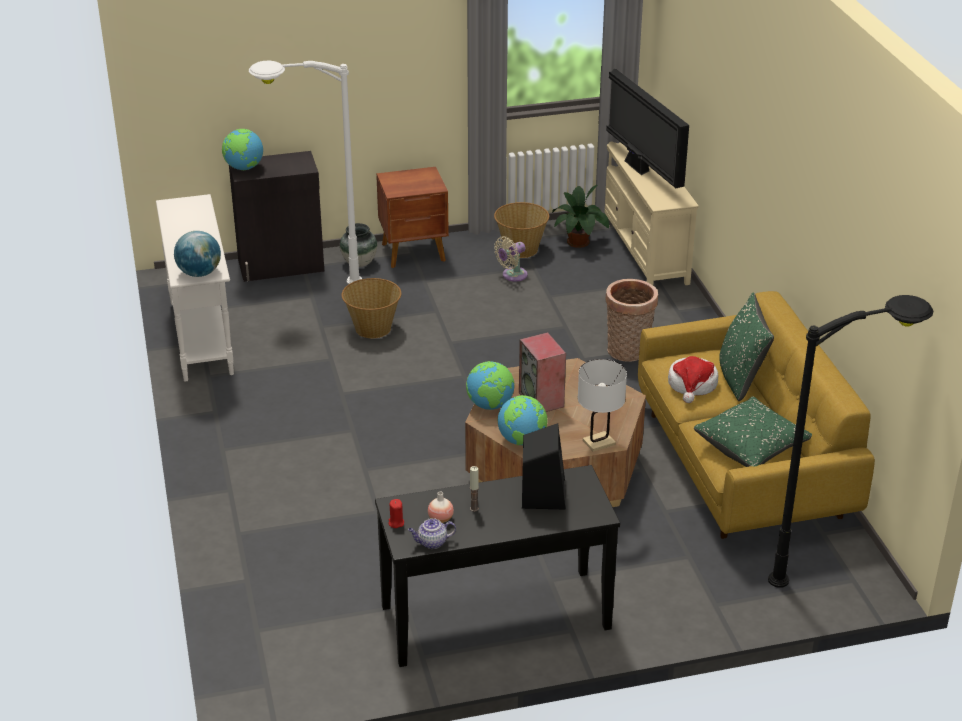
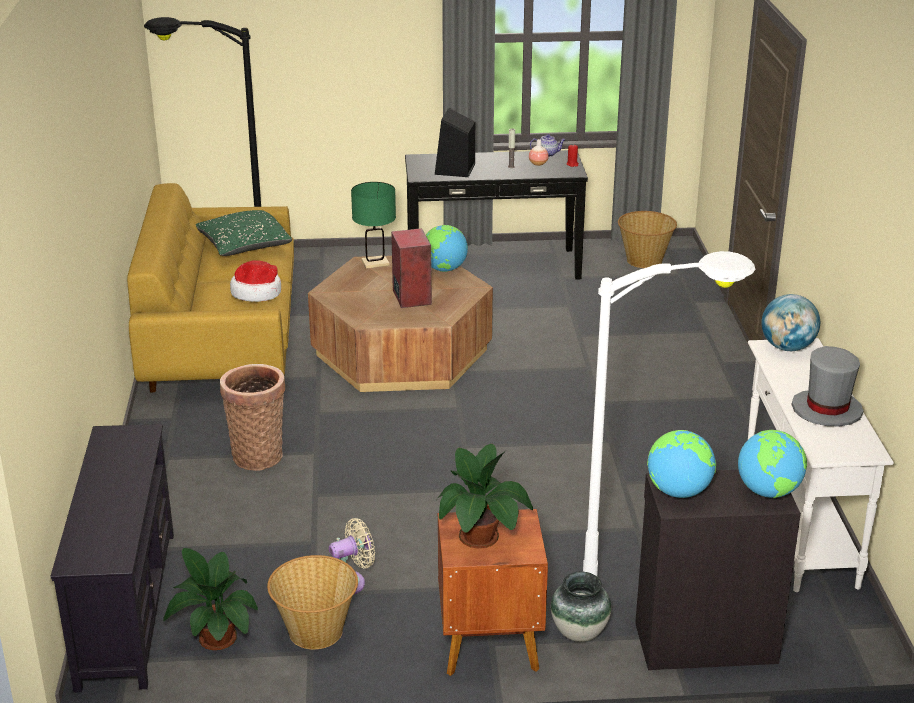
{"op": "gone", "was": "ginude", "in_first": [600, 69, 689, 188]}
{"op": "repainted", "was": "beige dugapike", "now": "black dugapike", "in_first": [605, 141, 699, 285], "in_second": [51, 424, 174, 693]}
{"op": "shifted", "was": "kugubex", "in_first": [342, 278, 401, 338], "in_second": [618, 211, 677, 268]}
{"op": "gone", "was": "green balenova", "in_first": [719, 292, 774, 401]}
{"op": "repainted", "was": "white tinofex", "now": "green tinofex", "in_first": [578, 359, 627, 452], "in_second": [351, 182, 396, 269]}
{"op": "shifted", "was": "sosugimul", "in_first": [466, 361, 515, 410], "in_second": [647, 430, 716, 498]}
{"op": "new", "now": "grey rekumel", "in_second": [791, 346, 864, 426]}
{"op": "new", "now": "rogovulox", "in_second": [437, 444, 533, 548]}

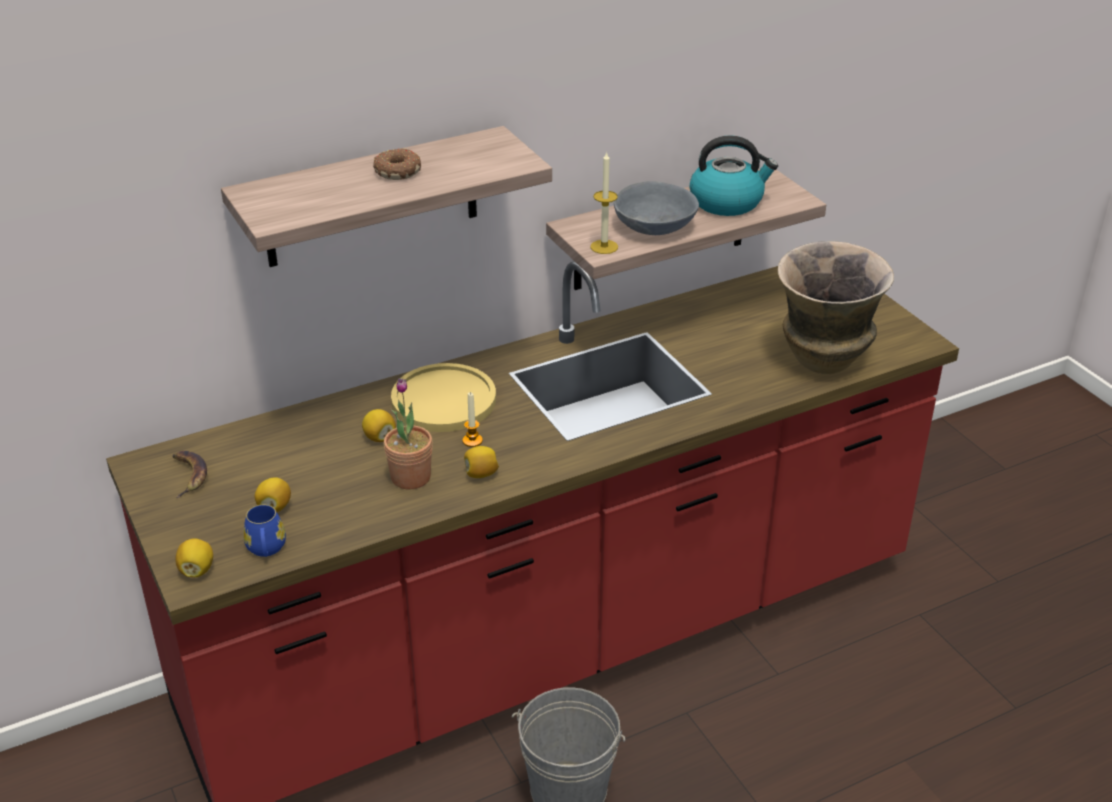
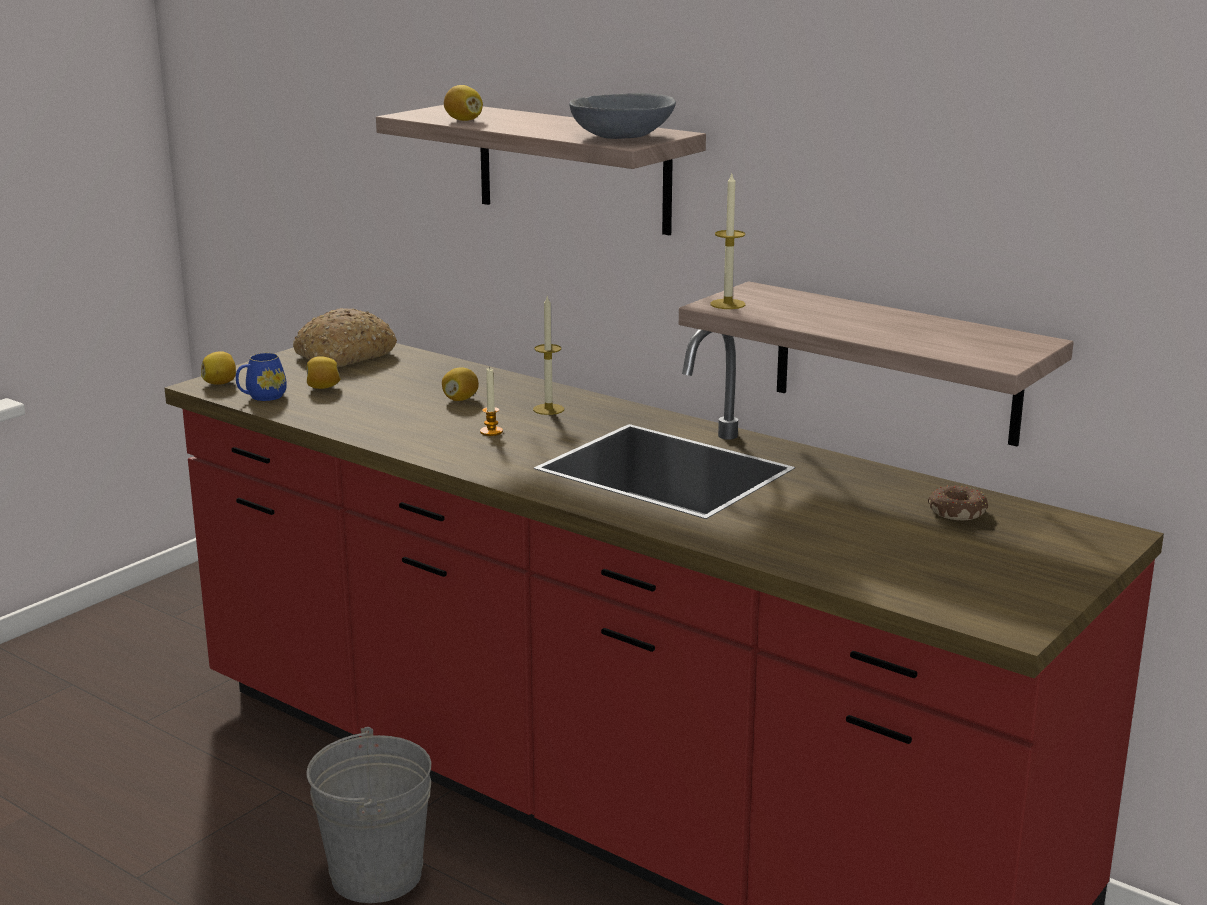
{"op": "gone", "was": "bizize", "in_first": [690, 135, 778, 216]}
{"op": "shifted", "was": "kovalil", "in_first": [373, 148, 421, 180], "in_second": [928, 485, 988, 520]}
{"op": "shifted", "was": "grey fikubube", "in_first": [614, 181, 699, 235], "in_second": [569, 93, 676, 139]}
{"op": "gone", "was": "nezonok", "in_first": [778, 241, 894, 374]}
{"op": "swapped", "was": "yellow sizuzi", "now": "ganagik", "in_first": [391, 363, 496, 432], "in_second": [533, 296, 564, 415]}
{"op": "gone", "was": "rogovulox", "in_first": [384, 378, 433, 489]}
{"op": "shifted", "was": "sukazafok", "in_first": [464, 446, 499, 478], "in_second": [444, 85, 483, 121]}
{"op": "swapped", "was": "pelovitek", "now": "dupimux", "in_first": [172, 451, 207, 498], "in_second": [293, 308, 397, 367]}

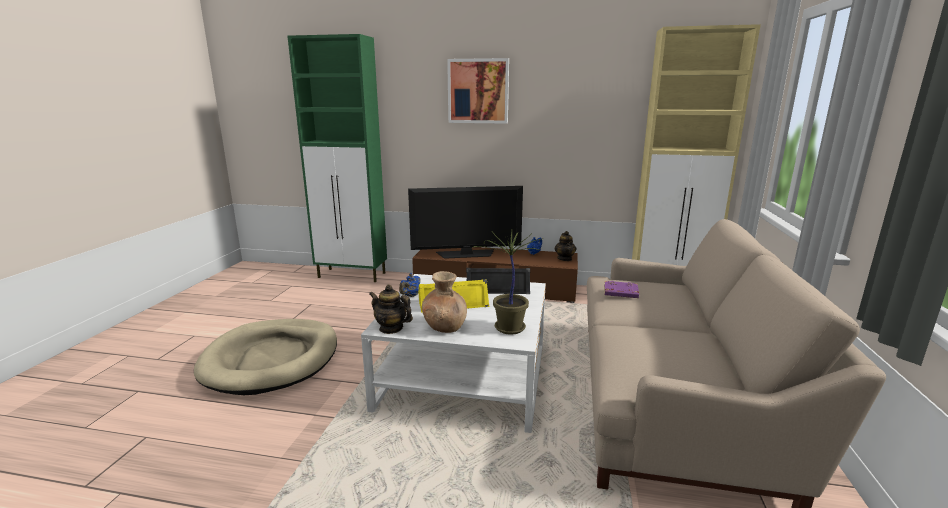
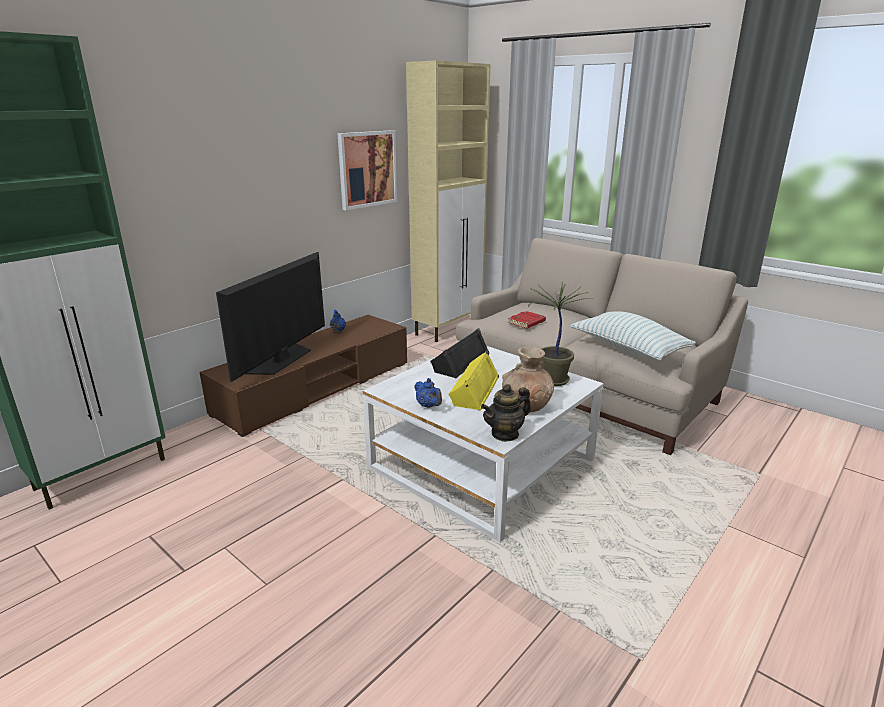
{"op": "shifted", "was": "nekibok", "in_first": [447, 58, 509, 124], "in_second": [338, 130, 397, 210]}
{"op": "gone", "was": "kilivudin", "in_first": [554, 231, 576, 261]}
{"op": "repainted", "was": "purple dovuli", "now": "red dovuli", "in_first": [604, 281, 639, 298], "in_second": [508, 311, 546, 328]}
{"op": "gone", "was": "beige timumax", "in_first": [194, 319, 337, 395]}
{"op": "new", "now": "balenova", "in_second": [570, 311, 696, 361]}

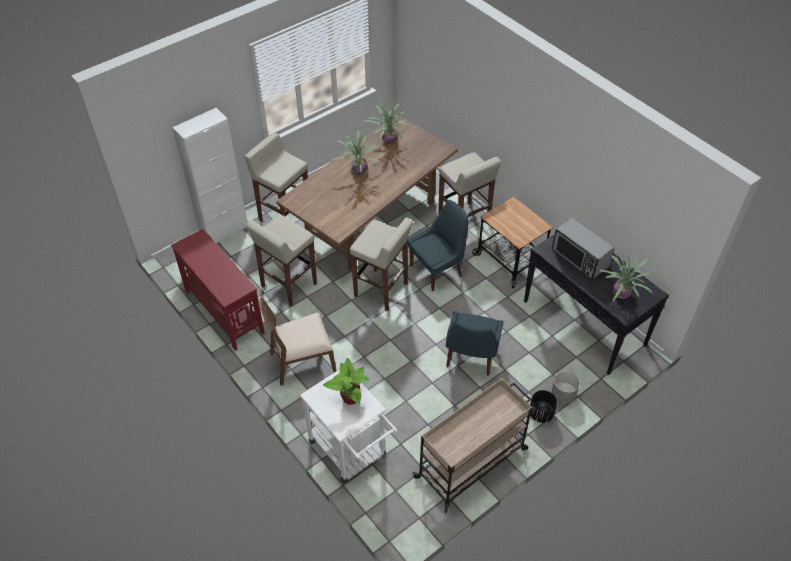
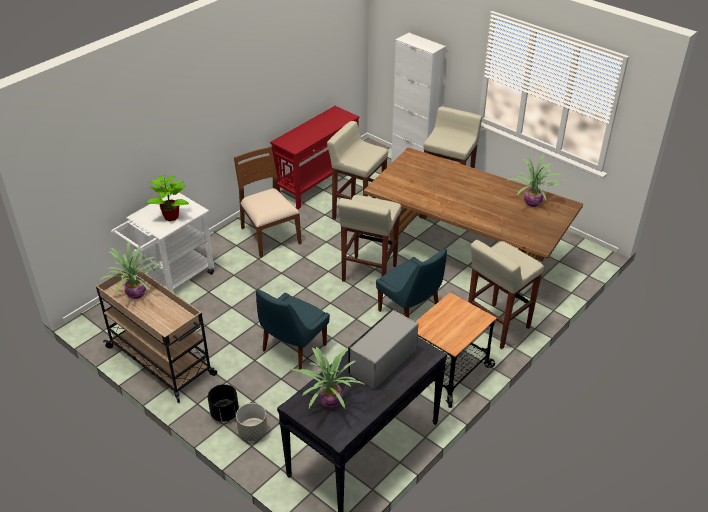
{"op": "shifted", "was": "rogovulox", "in_first": [331, 131, 380, 174], "in_second": [98, 242, 163, 299]}
{"op": "rotated", "was": "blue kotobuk", "in_first": [446, 311, 504, 376], "in_second": [256, 289, 330, 369], "clockwise": -60}

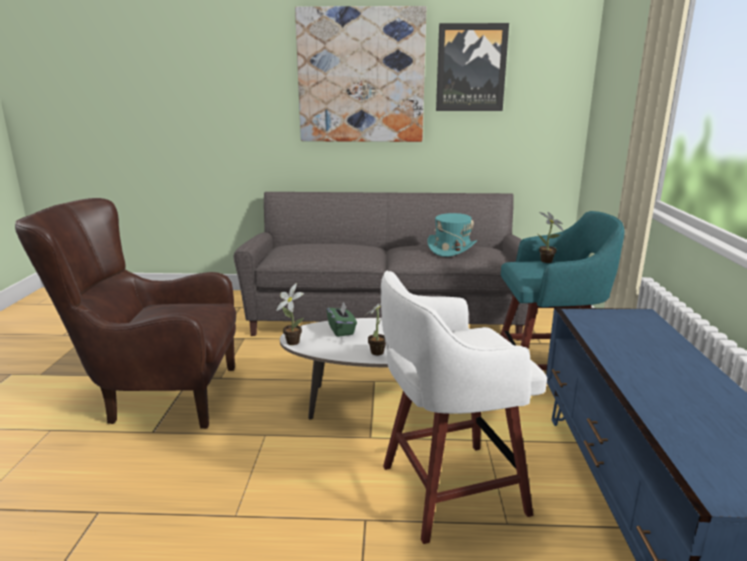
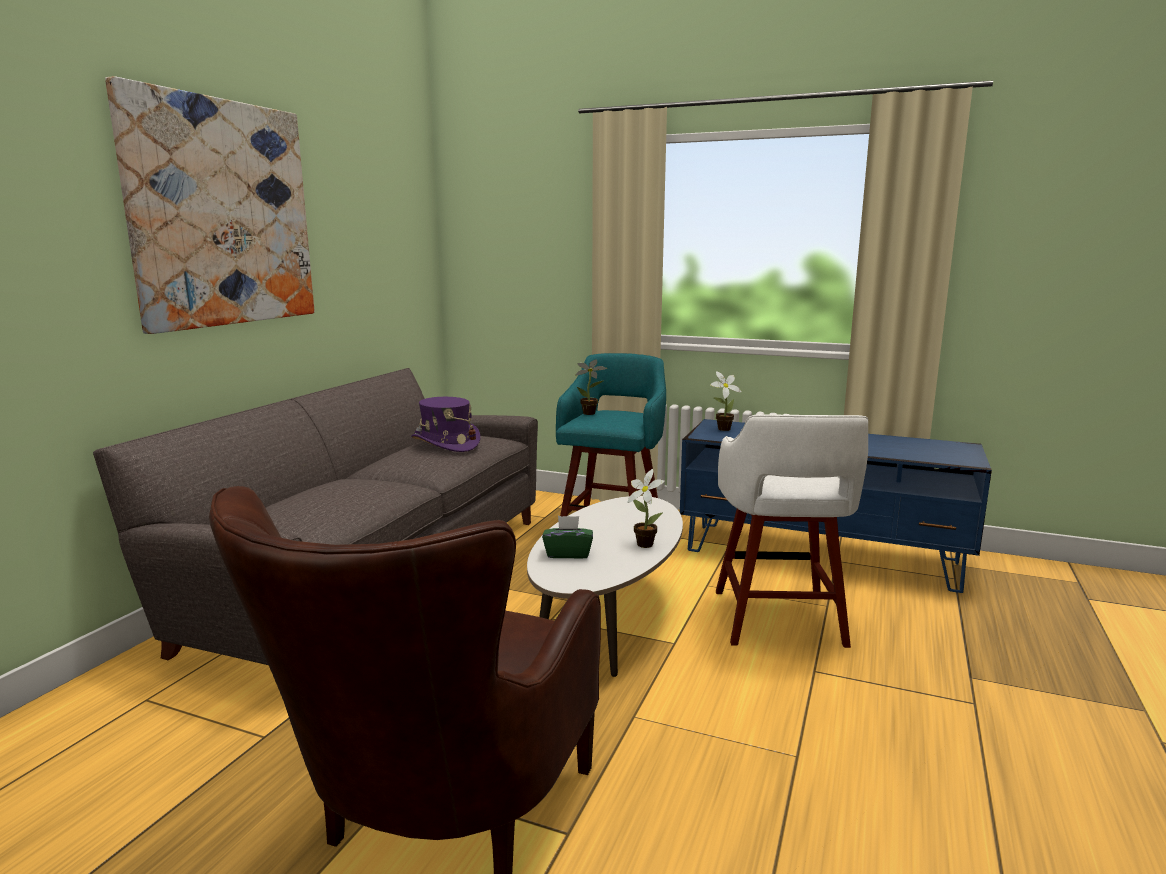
{"op": "gone", "was": "nekibok", "in_first": [436, 23, 509, 111]}
{"op": "repainted", "was": "turquoise rekumel", "now": "purple rekumel", "in_first": [427, 213, 477, 257], "in_second": [411, 397, 480, 452]}
{"op": "shifted", "was": "rogovulox", "in_first": [276, 283, 304, 345], "in_second": [710, 371, 742, 431]}

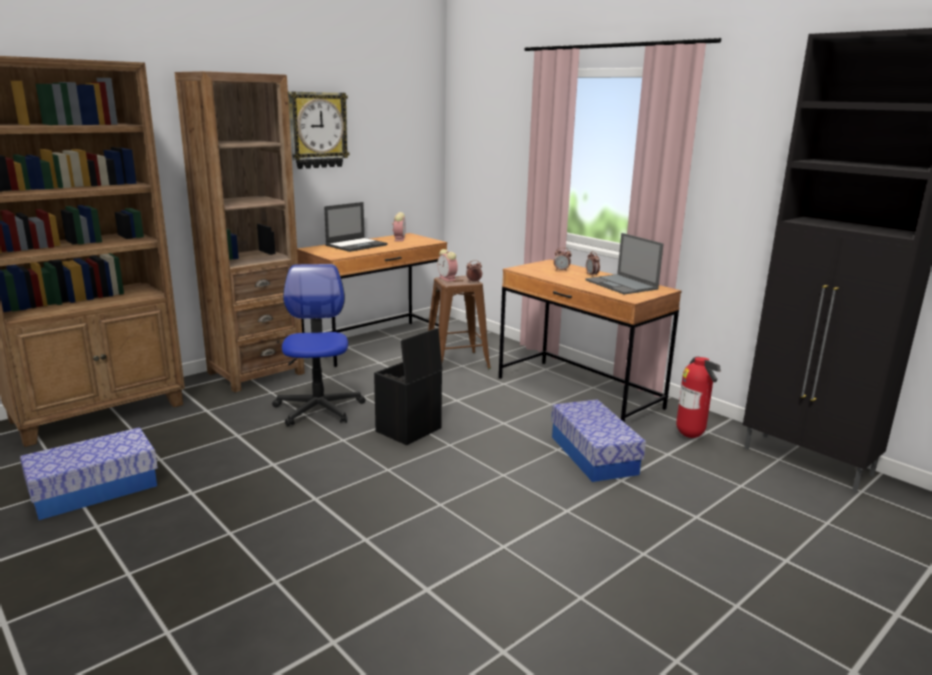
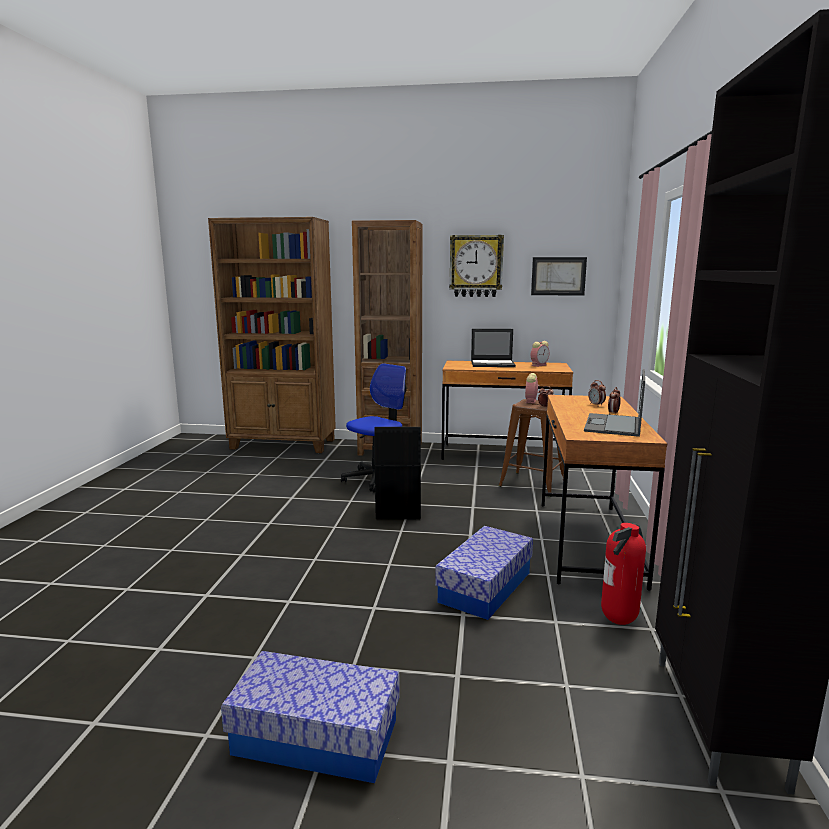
{"op": "shifted", "was": "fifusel", "in_first": [20, 427, 158, 520], "in_second": [221, 651, 400, 783]}
{"op": "new", "now": "nekibok", "in_second": [531, 257, 587, 296]}

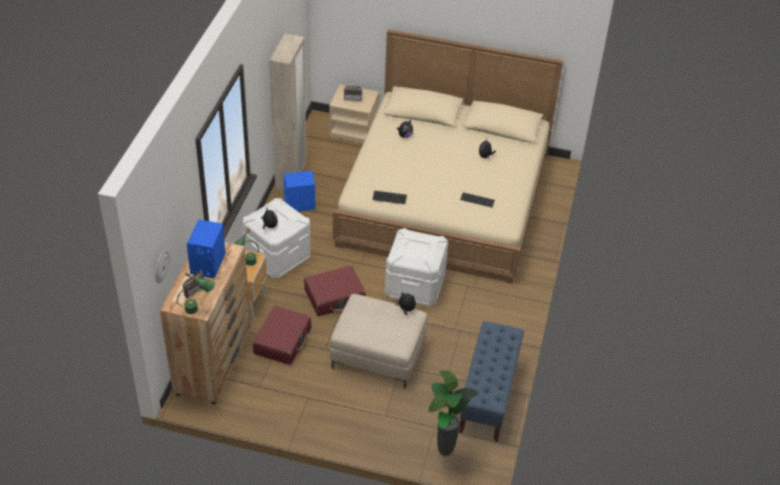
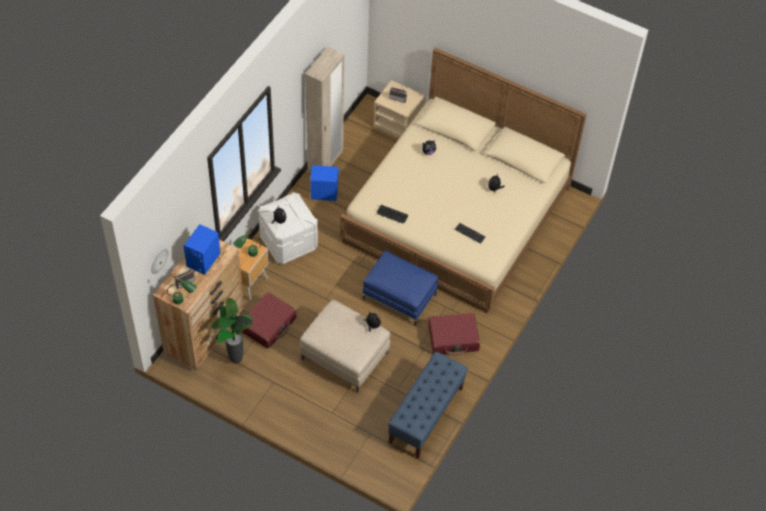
{"op": "swapped", "was": "white fifusel", "now": "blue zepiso", "in_first": [385, 228, 449, 307], "in_second": [363, 251, 438, 326]}
{"op": "shifted", "was": "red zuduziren", "in_first": [304, 265, 366, 316], "in_second": [428, 313, 480, 355]}
{"op": "shifted", "was": "rogovulox", "in_first": [428, 370, 479, 456], "in_second": [212, 298, 254, 364]}

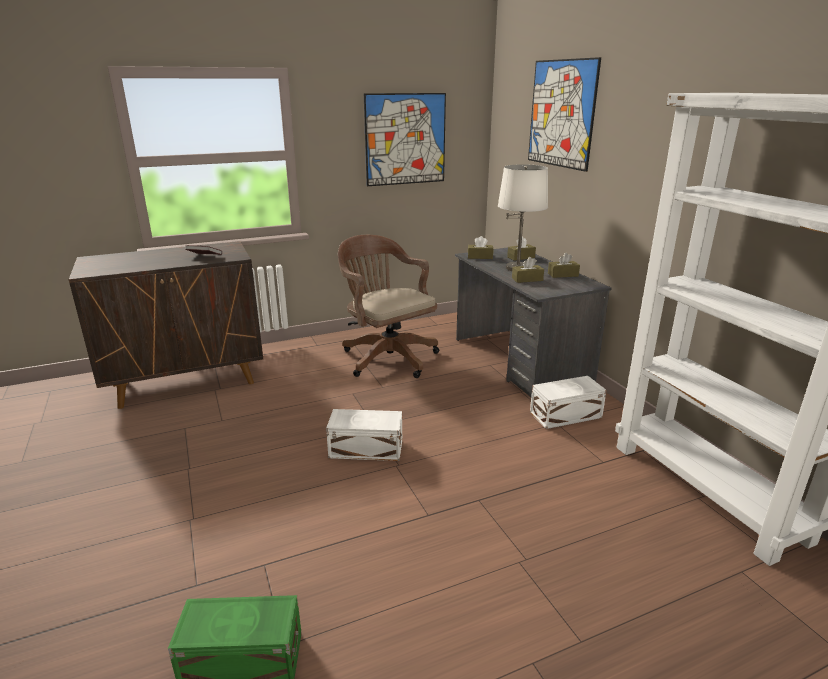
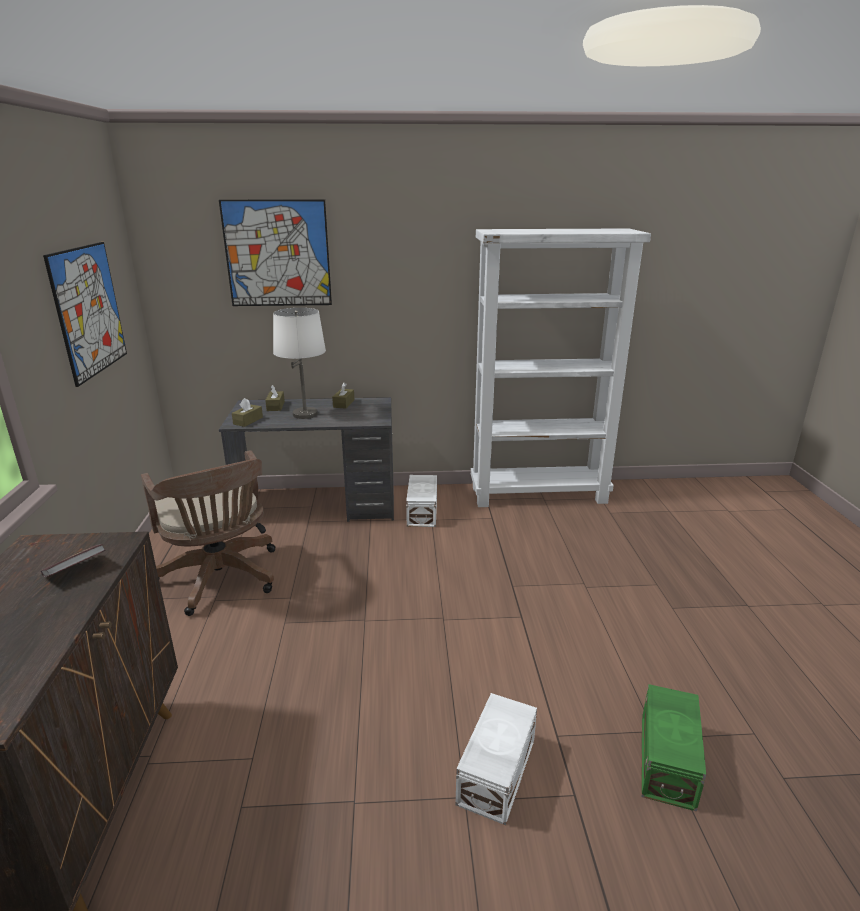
{"op": "rotated", "was": "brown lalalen", "in_first": [338, 235, 439, 378], "in_second": [141, 450, 275, 616], "clockwise": -105}
{"op": "gone", "was": "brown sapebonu", "in_first": [512, 257, 544, 283]}
{"op": "shifted", "was": "white fifusel", "in_first": [326, 409, 402, 461], "in_second": [456, 693, 537, 825]}

